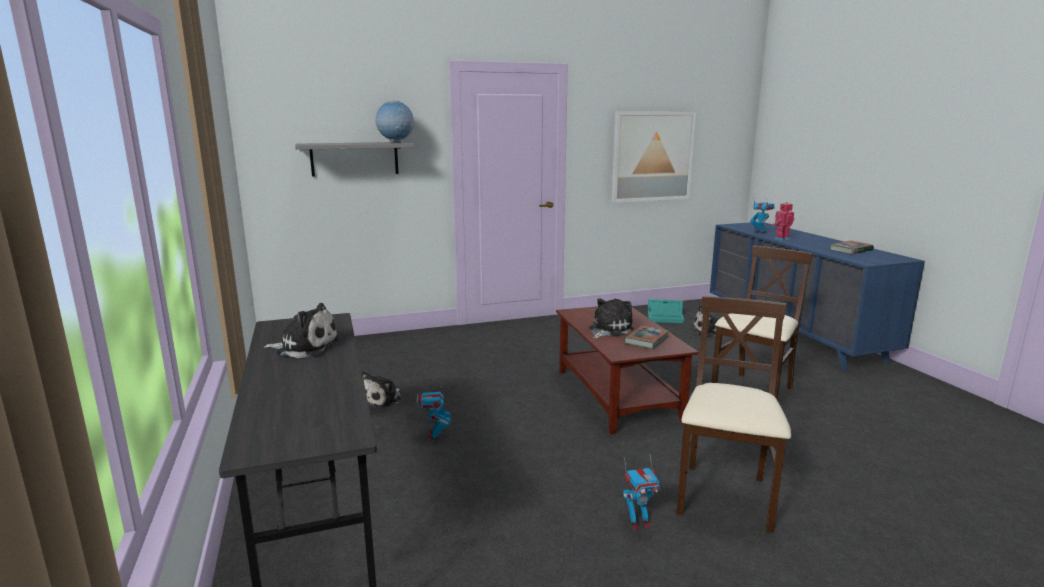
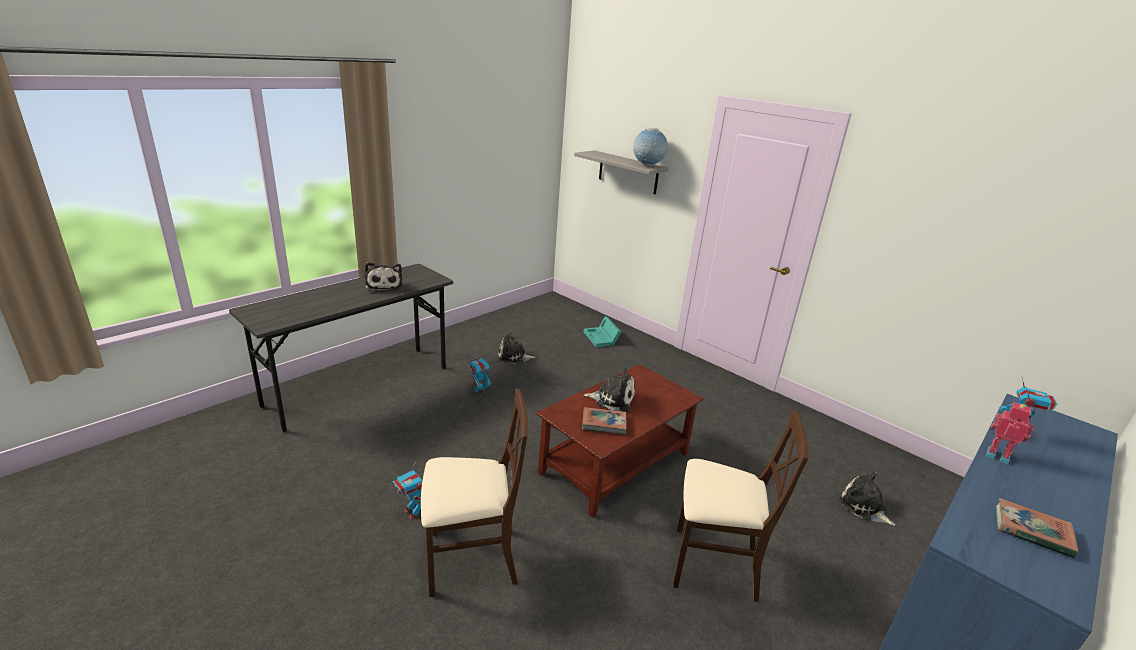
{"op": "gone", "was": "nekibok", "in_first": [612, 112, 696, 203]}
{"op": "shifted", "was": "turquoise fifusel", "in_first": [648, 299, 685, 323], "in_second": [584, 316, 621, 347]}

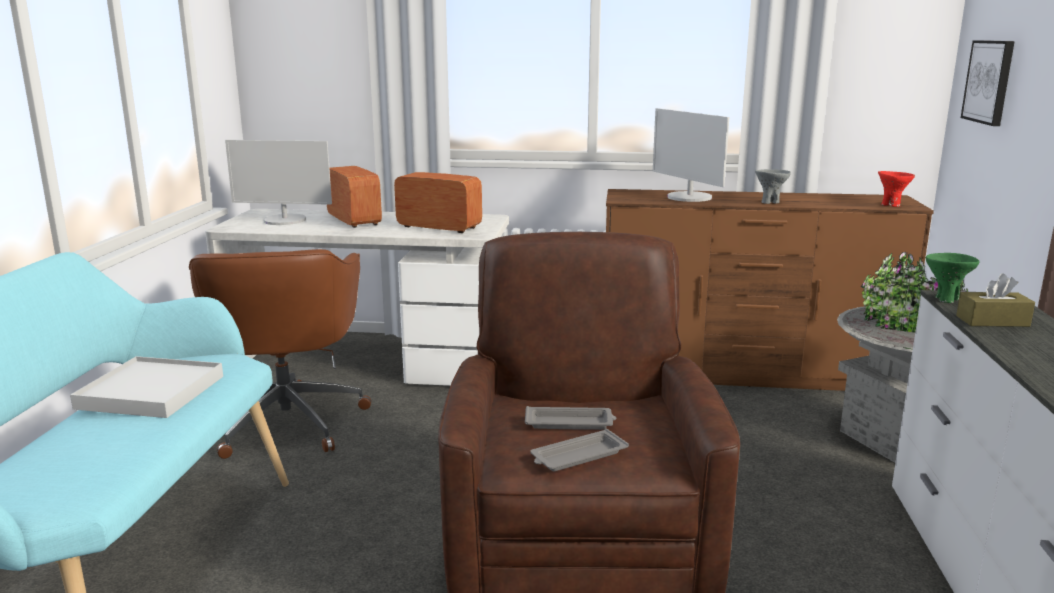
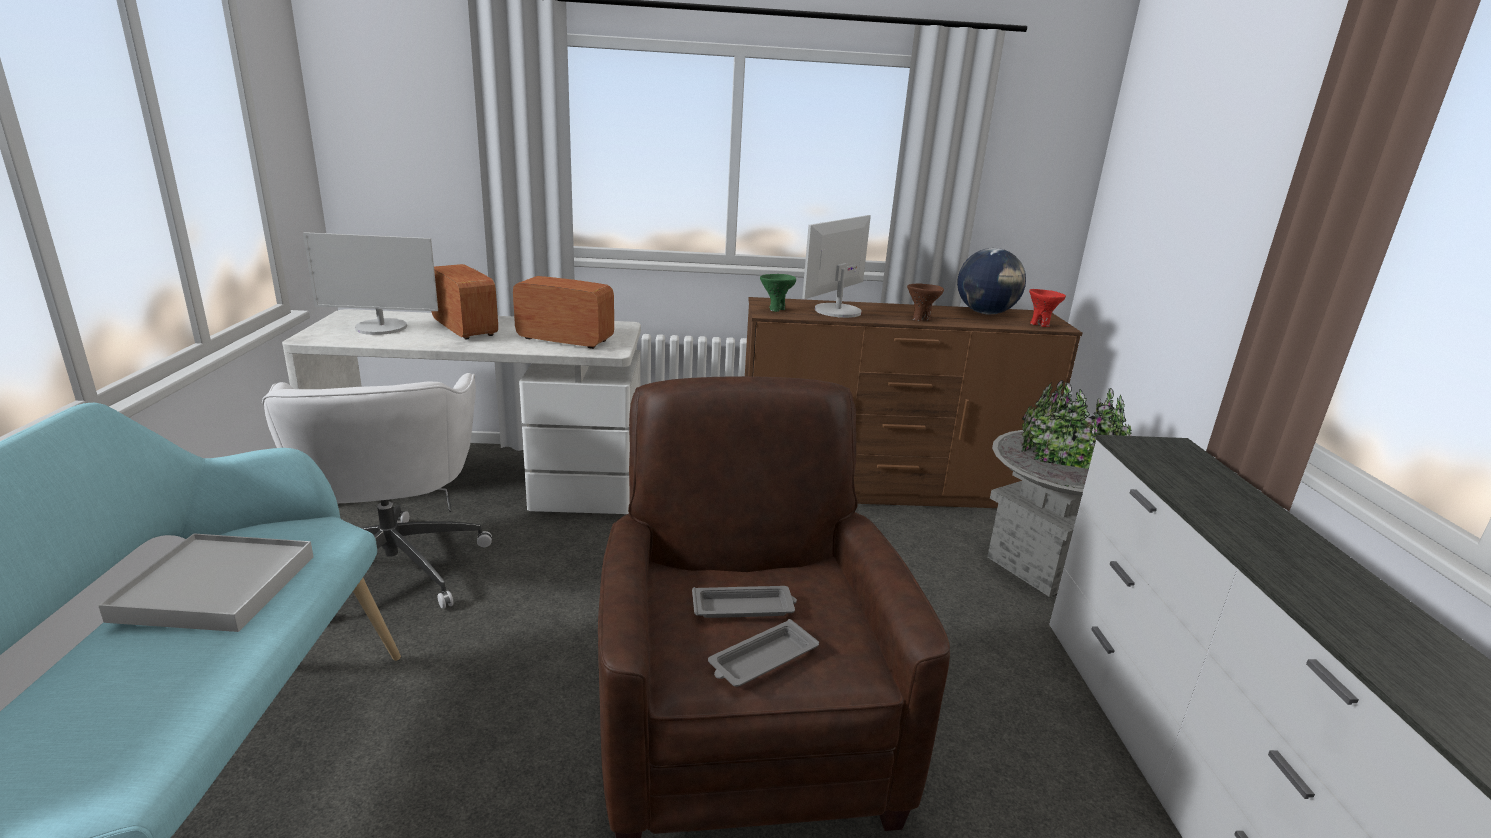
{"op": "gone", "was": "nekibok", "in_first": [961, 40, 1015, 126]}
{"op": "rotated", "was": "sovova", "in_first": [653, 108, 729, 202], "in_second": [802, 215, 871, 318], "clockwise": 75}
{"op": "repainted", "was": "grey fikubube", "now": "brown fikubube", "in_first": [755, 169, 791, 204], "in_second": [907, 284, 944, 321]}
{"op": "repainted", "was": "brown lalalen", "now": "white lalalen", "in_first": [189, 249, 371, 459], "in_second": [262, 373, 492, 609]}
{"op": "shifted", "was": "green fikubube", "in_first": [926, 253, 980, 303], "in_second": [760, 274, 796, 312]}
{"op": "gone", "was": "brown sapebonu", "in_first": [956, 273, 1035, 327]}
{"op": "new", "now": "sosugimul", "in_second": [957, 248, 1026, 314]}

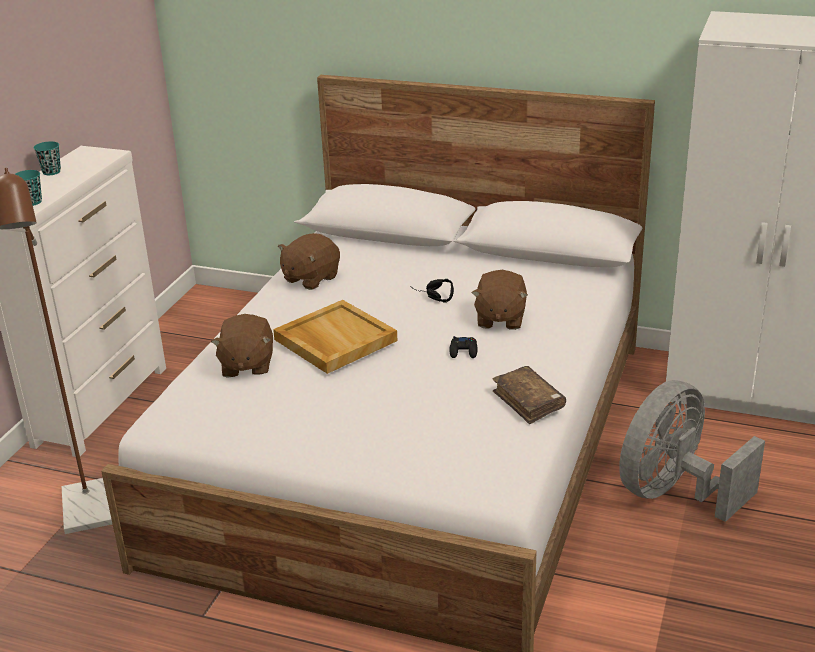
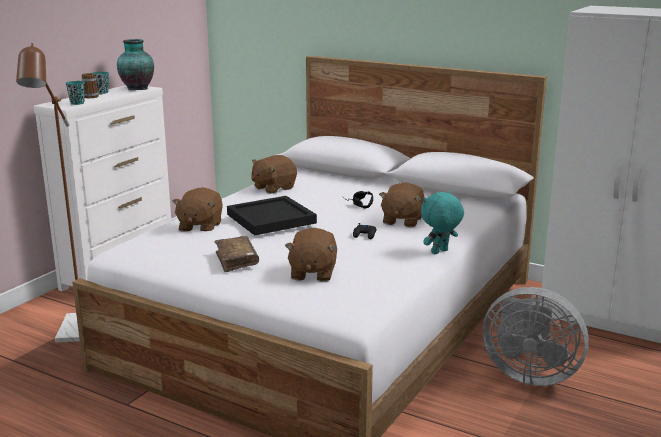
{"op": "repainted", "was": "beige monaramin", "now": "black monaramin", "in_first": [273, 300, 398, 374], "in_second": [227, 196, 317, 235]}
{"op": "shifted", "was": "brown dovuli", "in_first": [492, 366, 566, 424], "in_second": [214, 236, 259, 272]}
{"op": "rotated", "was": "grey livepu", "in_first": [619, 380, 765, 522], "in_second": [483, 287, 589, 386], "clockwise": -120}
{"op": "new", "now": "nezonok", "in_second": [117, 39, 154, 90]}
{"op": "new", "now": "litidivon", "in_second": [82, 73, 105, 98]}
{"op": "new", "now": "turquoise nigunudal", "in_second": [421, 191, 464, 254]}
{"op": "new", "now": "brown nigunudal", "in_second": [285, 228, 337, 282]}

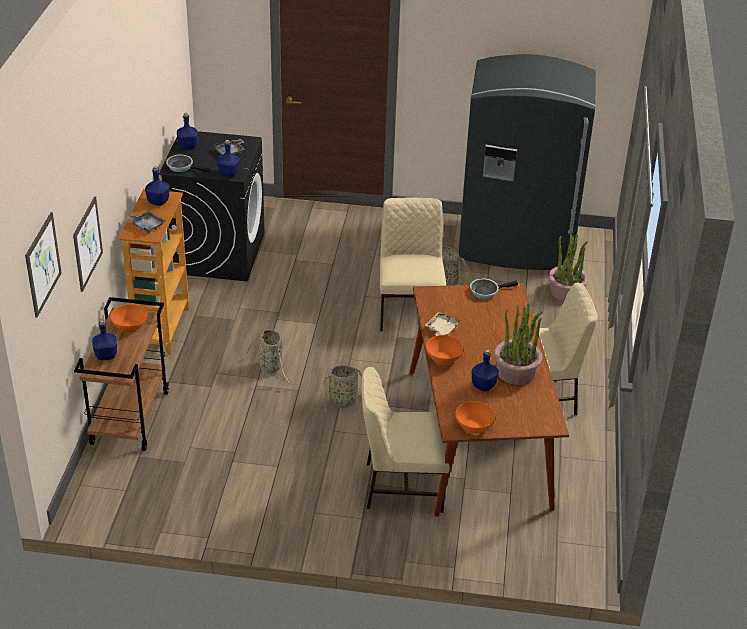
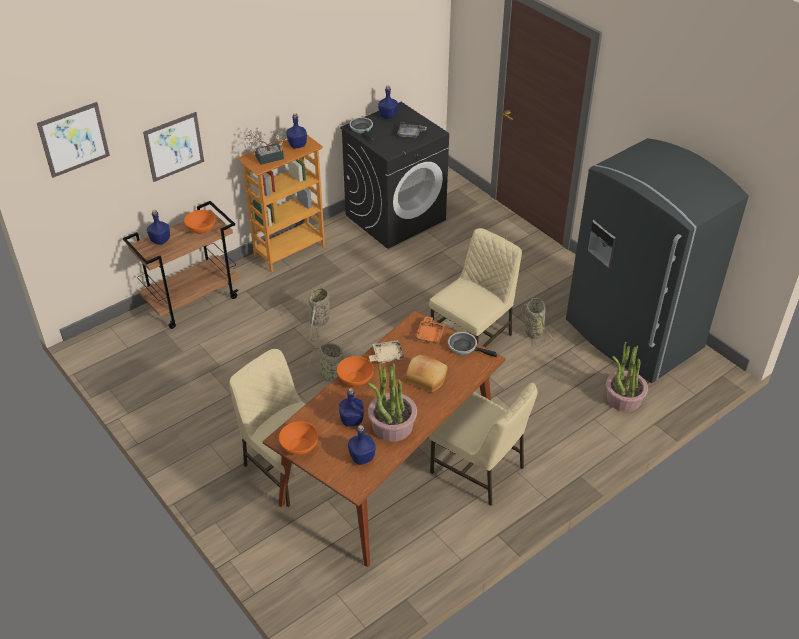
{"op": "shifted", "was": "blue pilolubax", "in_first": [217, 140, 240, 177], "in_second": [348, 425, 375, 465]}
{"op": "swapped", "was": "grey monaramin", "now": "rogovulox", "in_first": [128, 210, 165, 233], "in_second": [244, 127, 287, 165]}
{"op": "new", "now": "orange monaramin", "in_second": [415, 316, 445, 343]}
{"op": "new", "now": "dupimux", "in_second": [406, 355, 448, 392]}

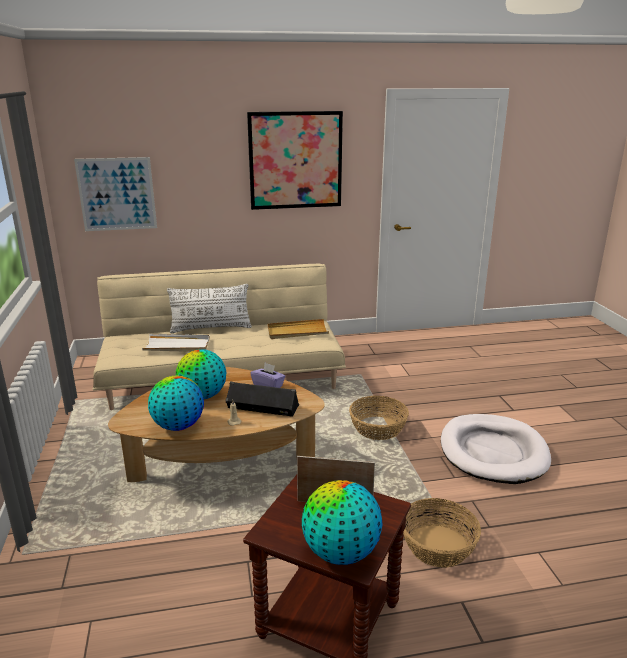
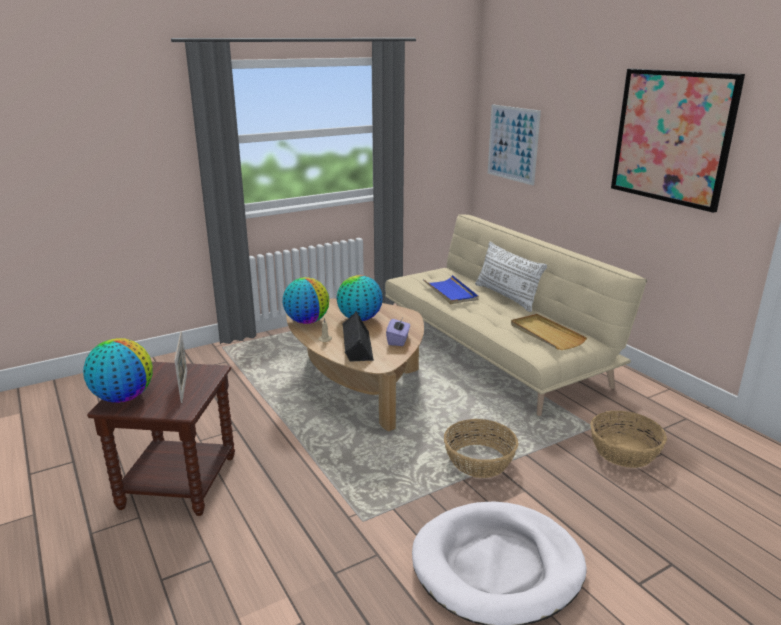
{"op": "repainted", "was": "white monaramin", "now": "blue monaramin", "in_first": [142, 334, 210, 352], "in_second": [423, 275, 479, 304]}
{"op": "shifted", "was": "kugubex", "in_first": [403, 498, 481, 567], "in_second": [590, 411, 667, 468]}

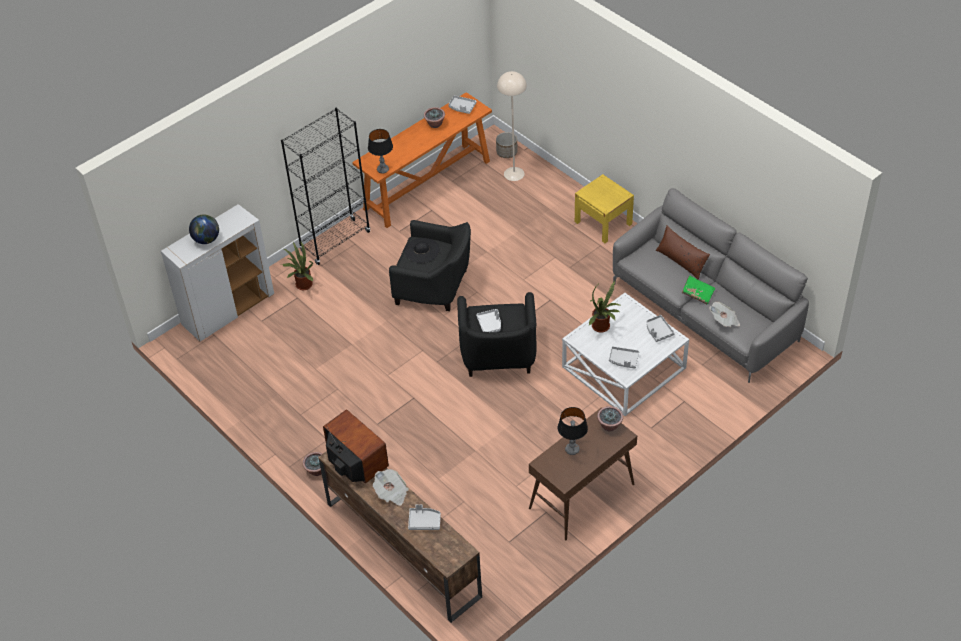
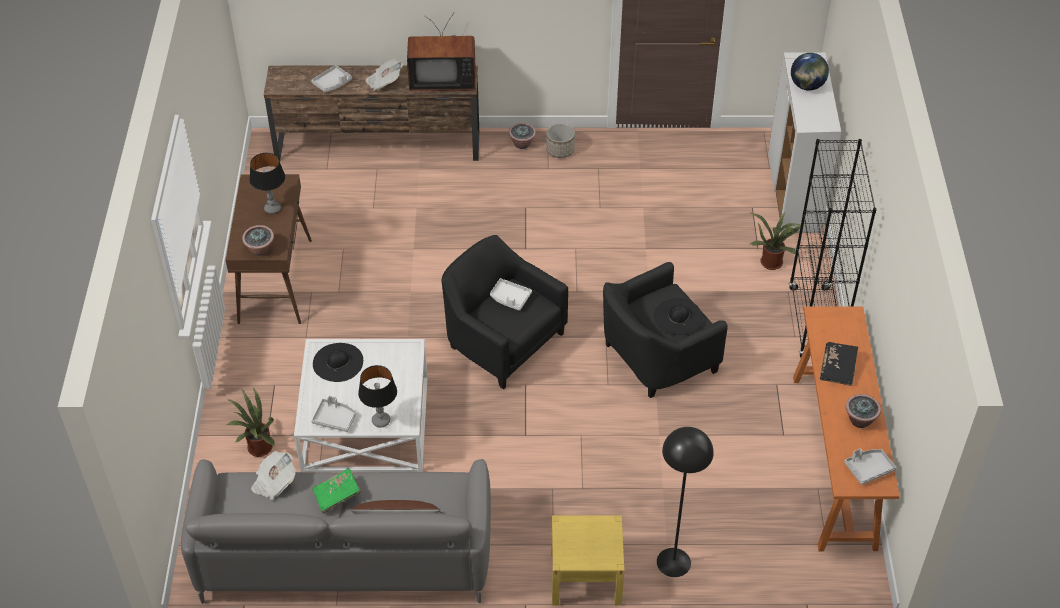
{"op": "gone", "was": "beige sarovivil", "in_first": [497, 71, 527, 181]}
{"op": "shifted", "was": "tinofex", "in_first": [368, 129, 393, 174], "in_second": [358, 365, 397, 428]}
{"op": "shifted", "was": "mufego", "in_first": [496, 132, 518, 158], "in_second": [546, 123, 575, 158]}
{"op": "shifted", "was": "rogovulox", "in_first": [589, 281, 622, 333], "in_second": [227, 388, 275, 457]}
{"op": "swapped", "was": "grey monaramin", "now": "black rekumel", "in_first": [609, 346, 639, 368], "in_second": [313, 343, 363, 382]}
{"op": "new", "now": "black dovuli", "in_second": [820, 342, 858, 386]}
{"op": "new", "now": "black sarovivil", "in_second": [657, 427, 714, 577]}

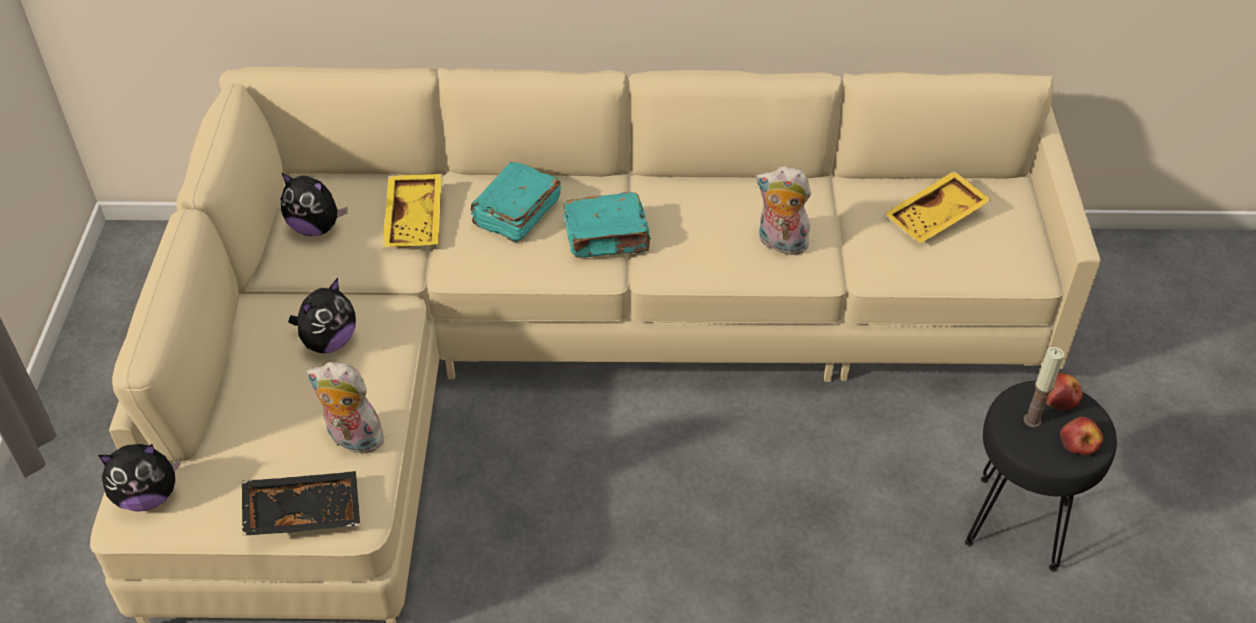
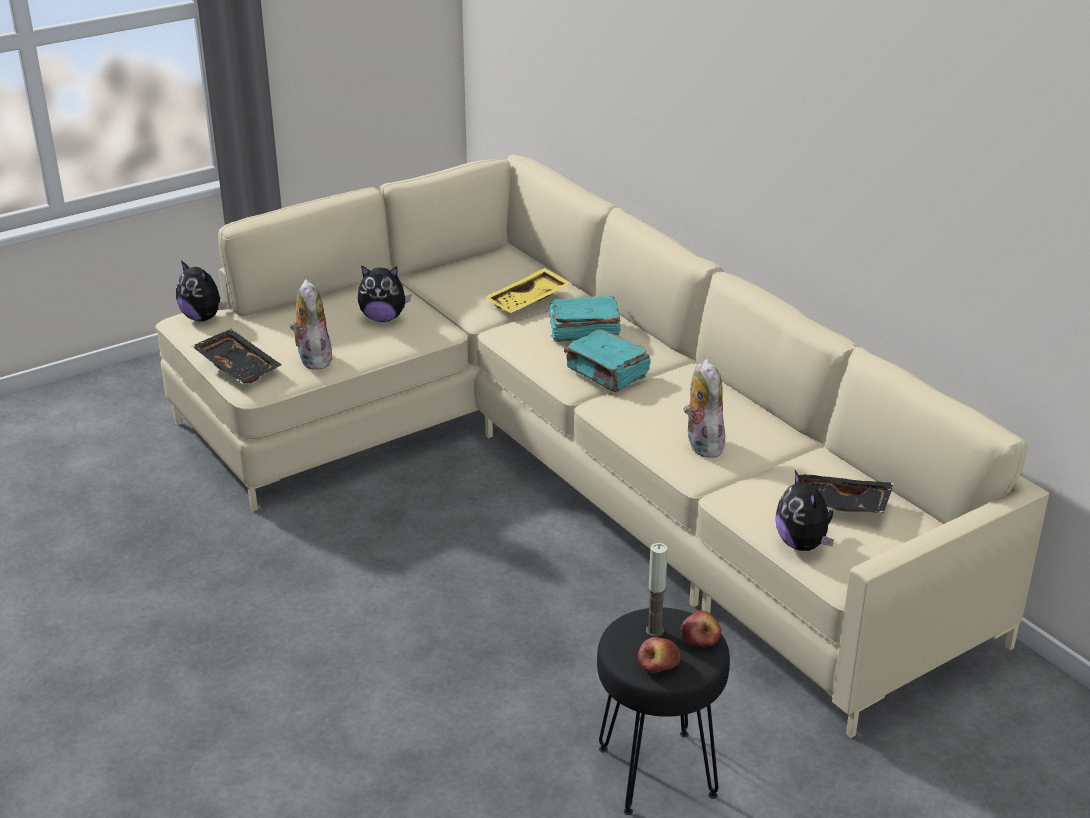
{"op": "repainted", "was": "yellow monaramin", "now": "black monaramin", "in_first": [884, 171, 991, 243], "in_second": [799, 474, 894, 513]}
{"op": "shifted", "was": "nigunudal", "in_first": [281, 172, 347, 236], "in_second": [775, 470, 834, 551]}

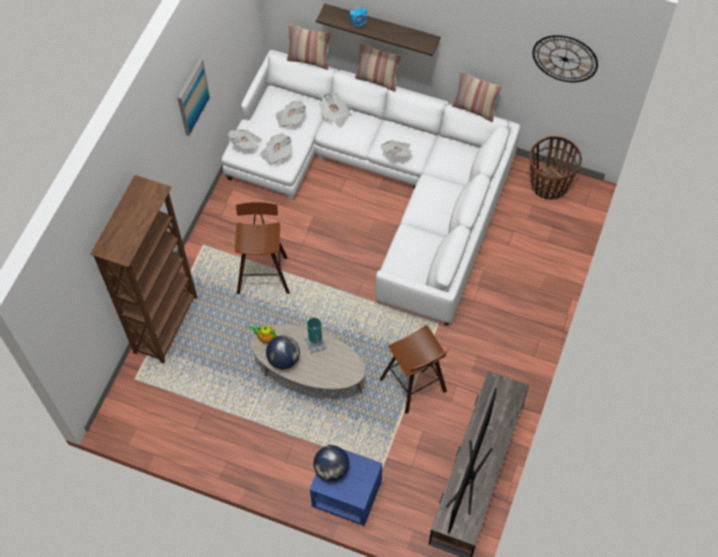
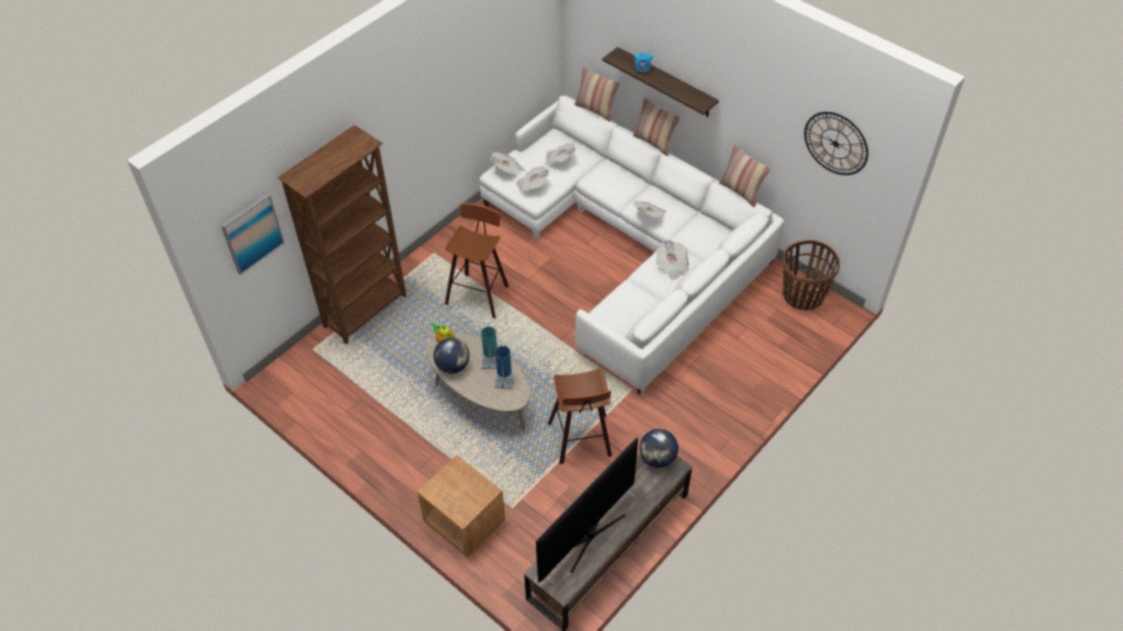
{"op": "shifted", "was": "nekibok", "in_first": [177, 59, 210, 136], "in_second": [221, 193, 285, 275]}
{"op": "shifted", "was": "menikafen", "in_first": [319, 92, 351, 127], "in_second": [656, 240, 689, 280]}
{"op": "repainted", "was": "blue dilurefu", "now": "brown dilurefu", "in_first": [310, 444, 382, 526], "in_second": [417, 455, 506, 557]}
{"op": "shifted", "was": "sosugimul", "in_first": [313, 445, 349, 482], "in_second": [639, 429, 678, 468]}
{"op": "new", "now": "blue tinofex", "in_second": [494, 346, 516, 389]}

